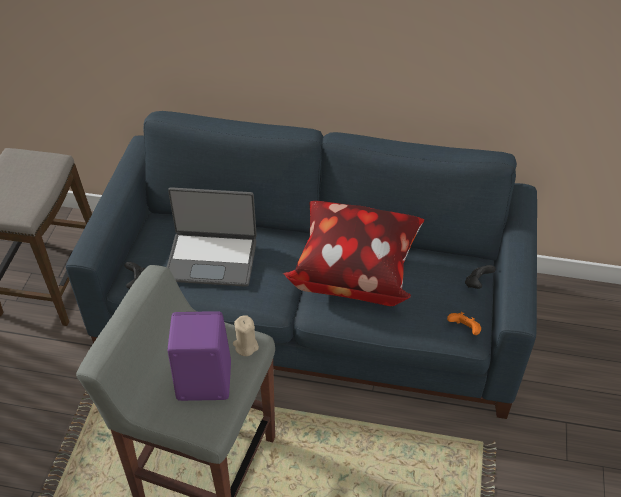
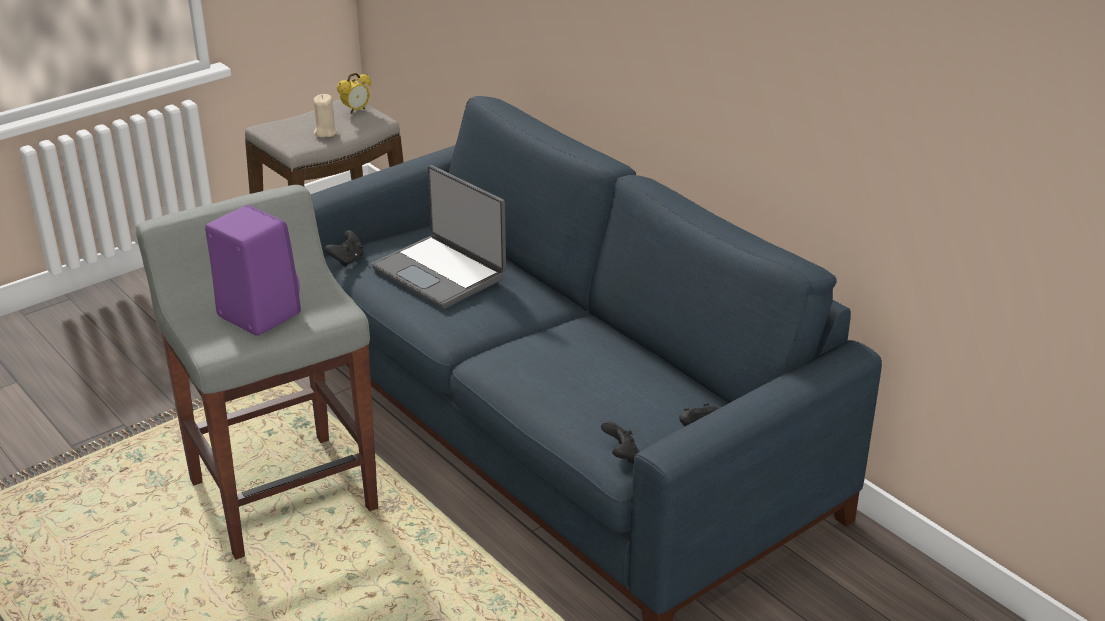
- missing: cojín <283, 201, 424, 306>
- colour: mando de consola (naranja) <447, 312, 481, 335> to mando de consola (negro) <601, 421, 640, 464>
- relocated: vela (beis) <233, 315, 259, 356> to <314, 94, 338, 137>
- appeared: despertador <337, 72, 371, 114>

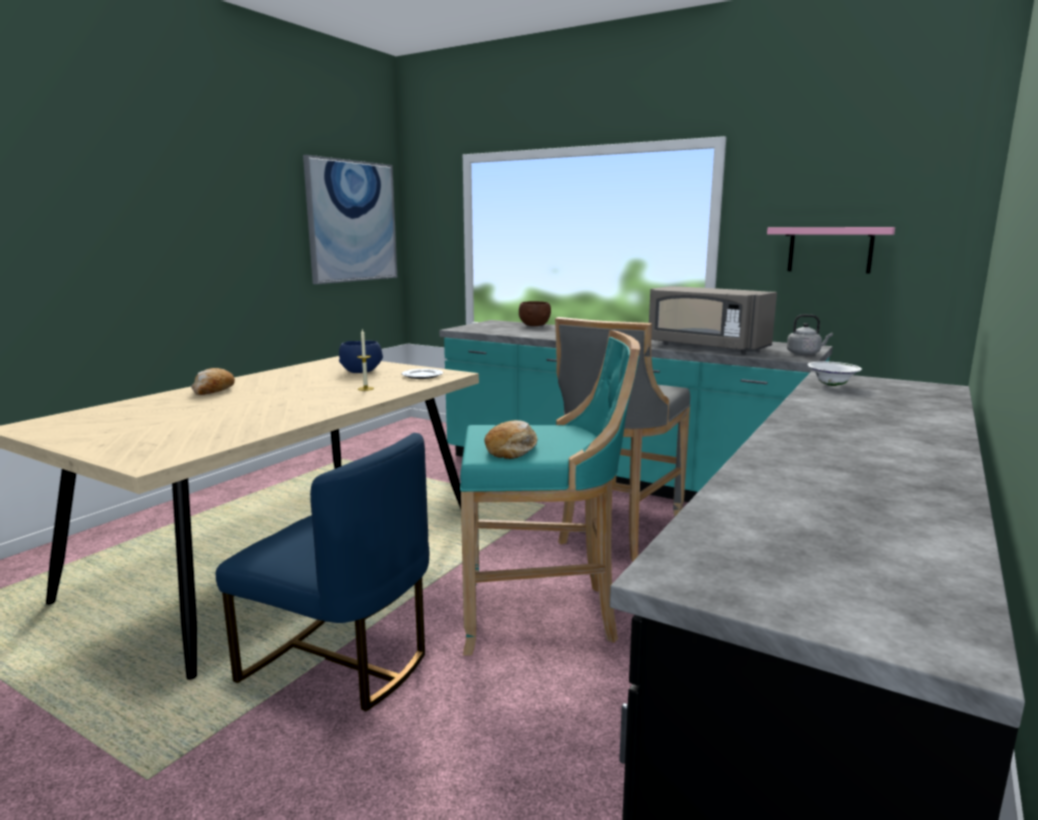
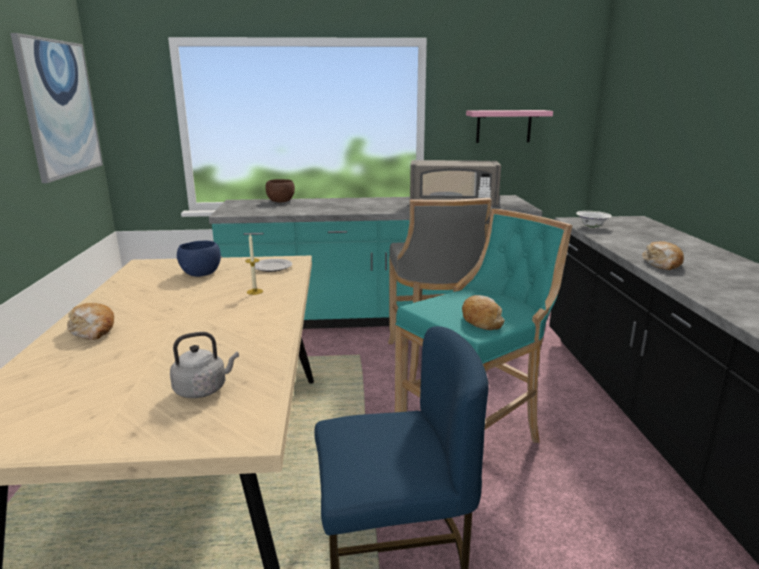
- relocated: hervidor (gris) <787, 314, 833, 355> to <170, 332, 239, 398>
- appeared: pan <642, 241, 684, 270>

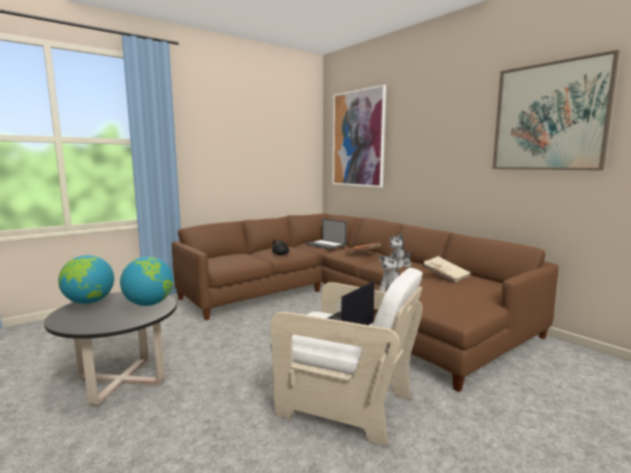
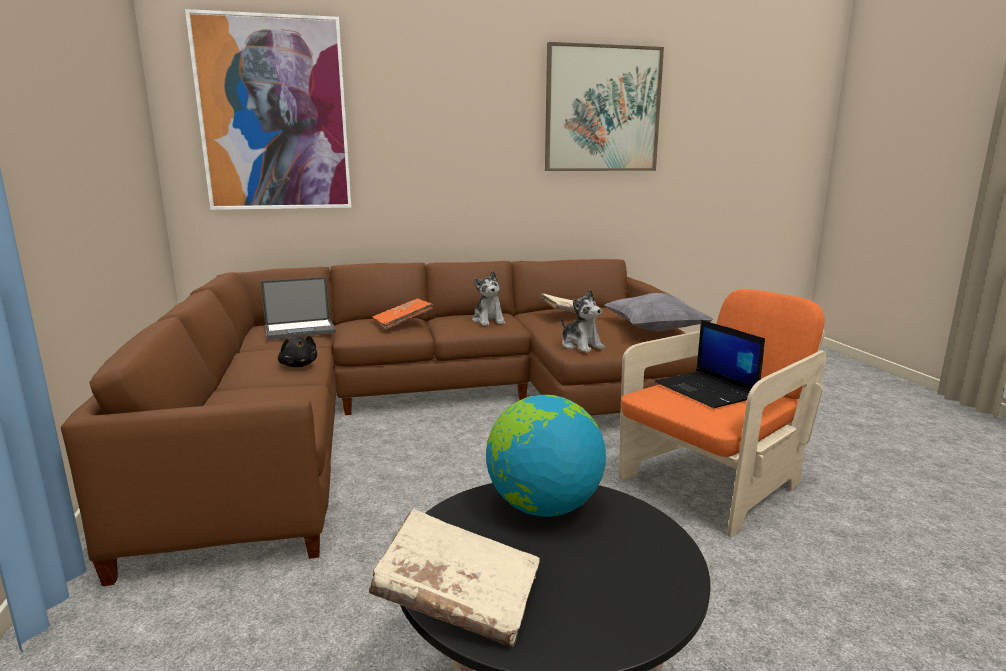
- exchanged: globo terráqueo <58, 255, 114, 304> to libro (beis) <369, 509, 540, 646>
- colour: sillón (blanco) <270, 268, 423, 446> to sillón (naranja) <619, 289, 827, 537>
- appeared: cojín (gris) <605, 293, 714, 331>

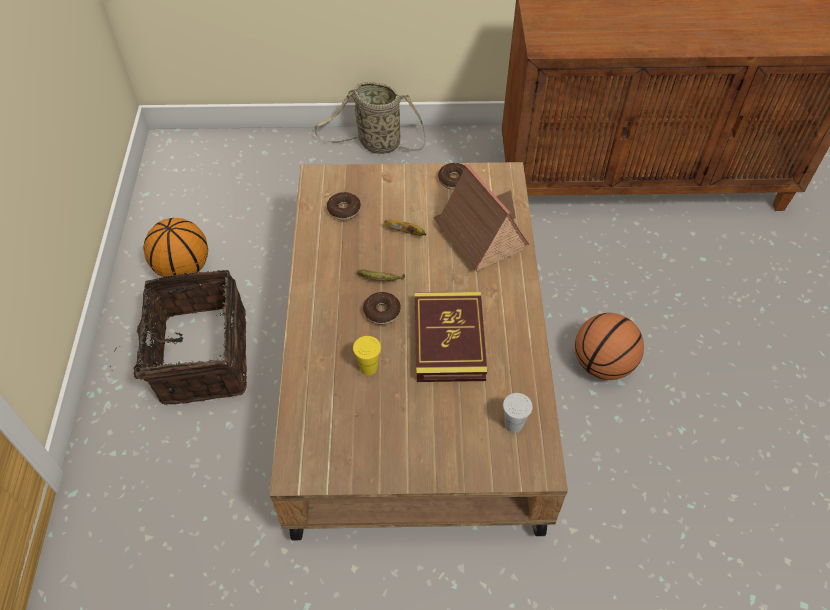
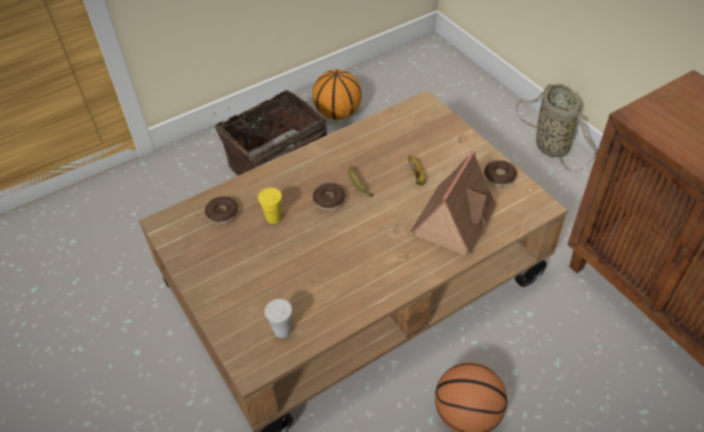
- relocated: rosquilla <327, 192, 361, 220> to <205, 196, 239, 224>
- missing: libro <415, 292, 487, 382>

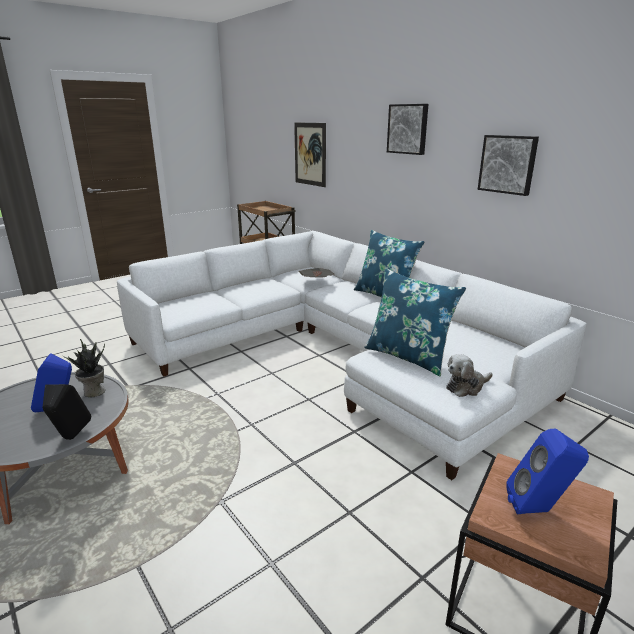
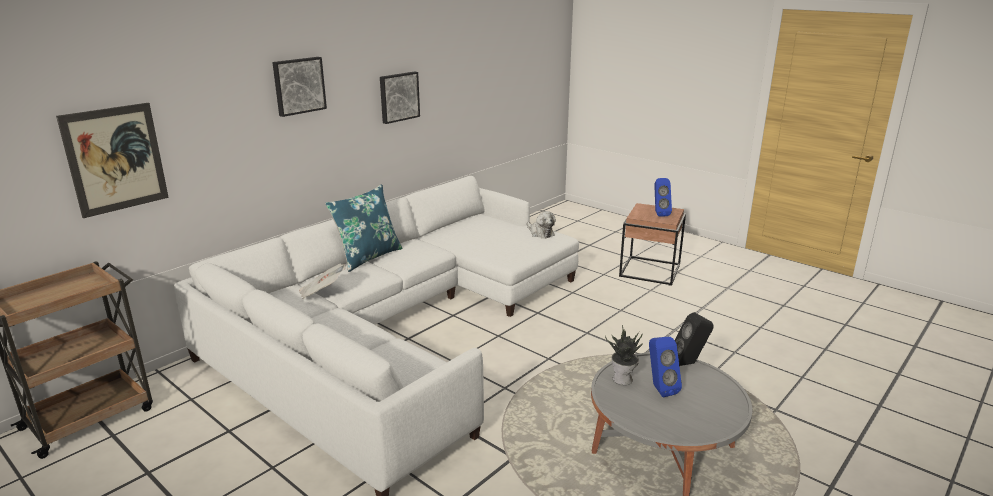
- missing: cojín (azul) <364, 269, 466, 376>

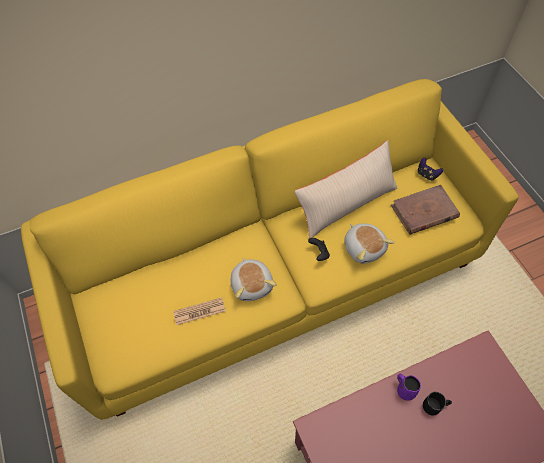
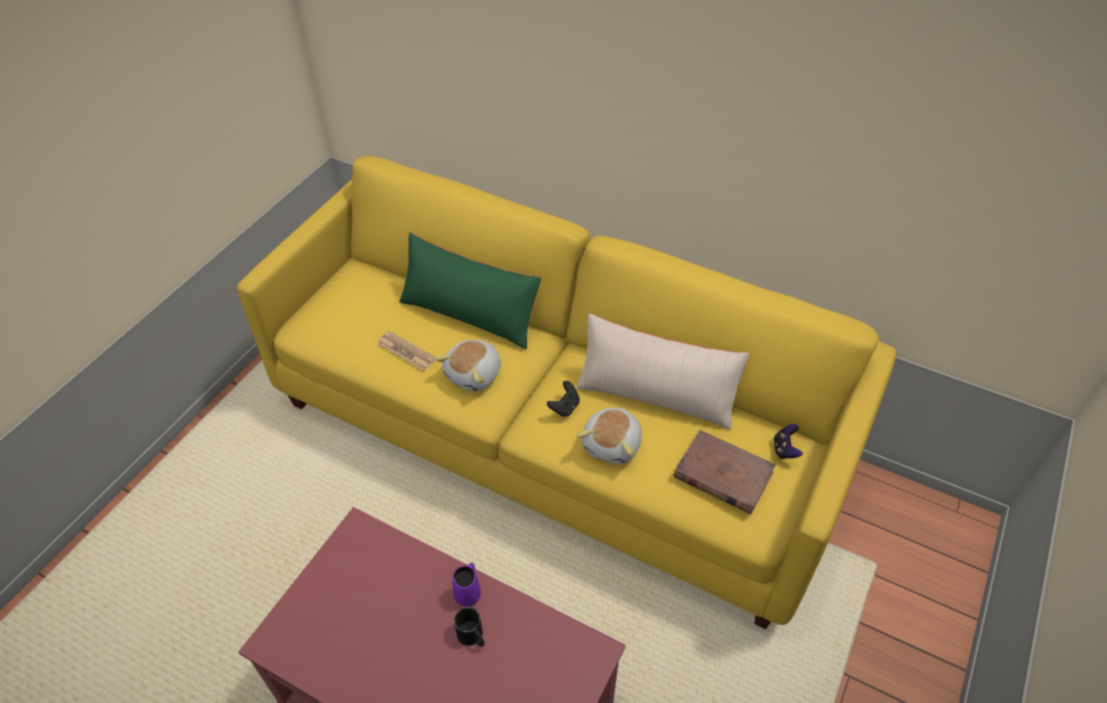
- appeared: cojín (verde) <399, 233, 541, 349>

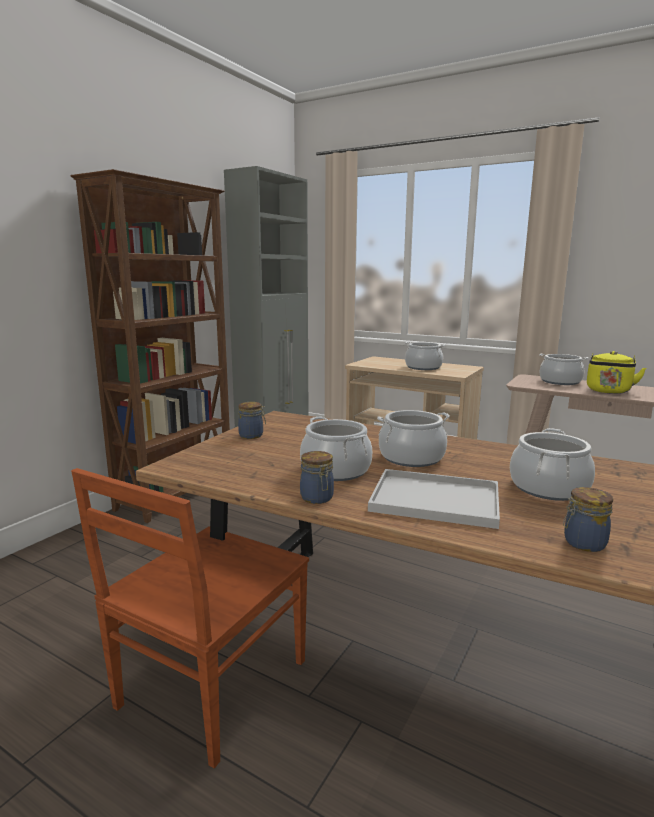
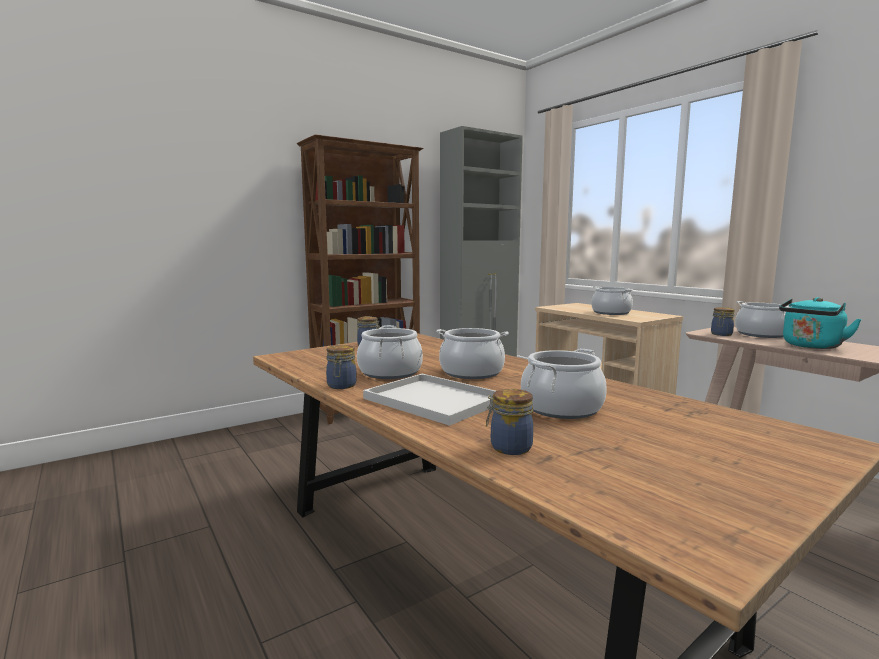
- colour: hervidor (amarillo) <587, 351, 646, 394> to hervidor (turquesa) <779, 297, 862, 349>
- missing: silla (marrón) <71, 468, 309, 768>
- appeared: tarro <711, 307, 735, 336>

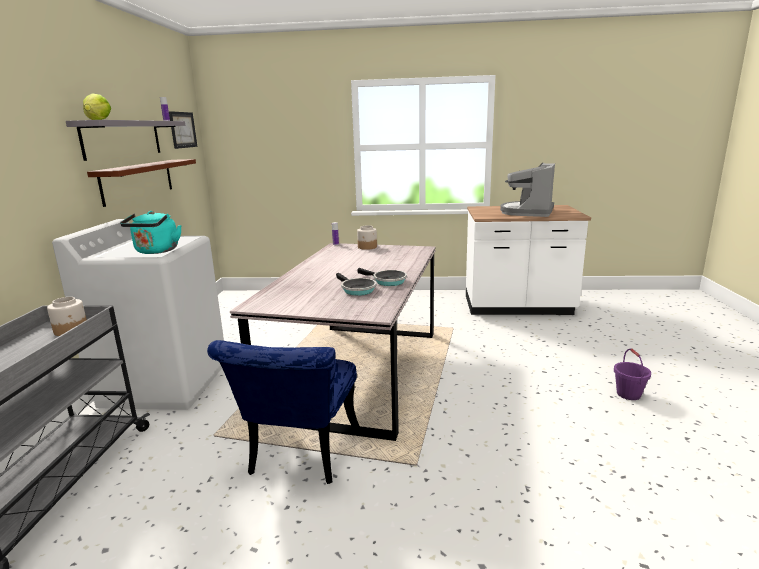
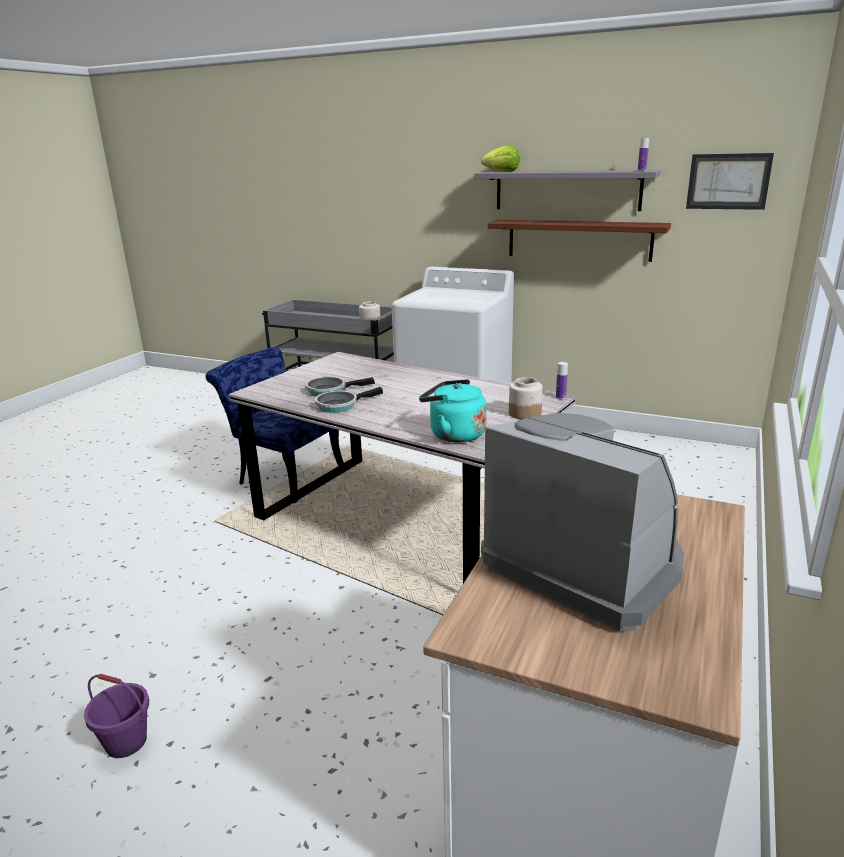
- relocated: hervidor (turquesa) <120, 211, 182, 254> to <419, 379, 487, 442>

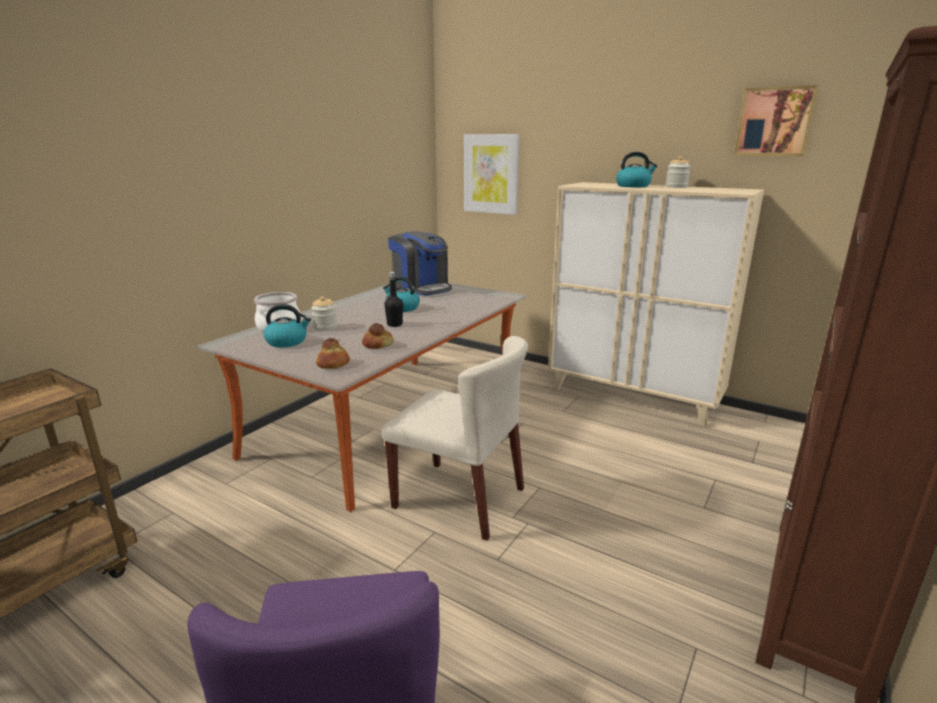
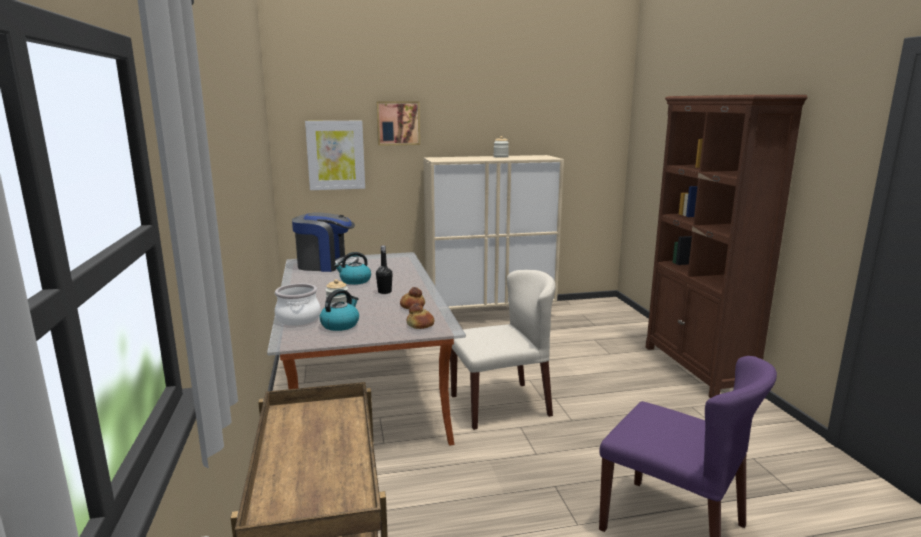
- relocated: cuadro <734, 85, 818, 156> to <376, 102, 420, 146>
- missing: hervidor <616, 152, 657, 187>

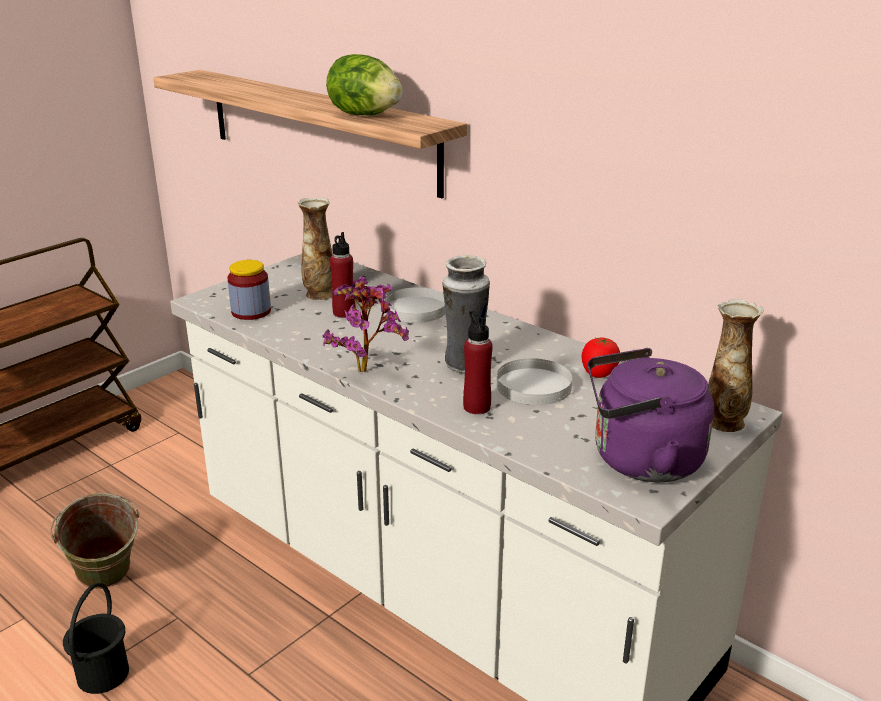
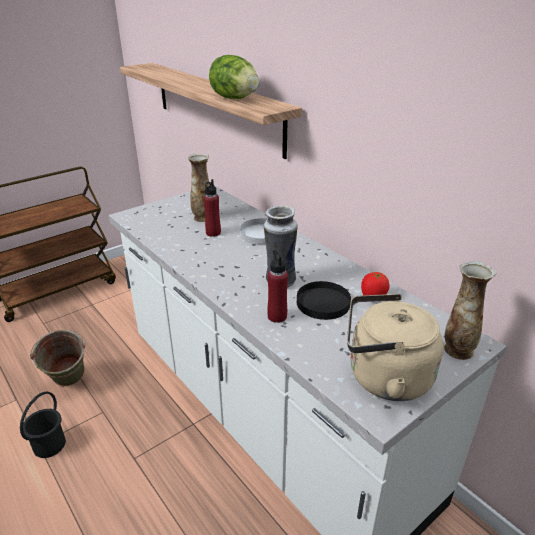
- missing: tarro <227, 260, 271, 320>
- missing: planta en maceta <323, 276, 409, 372>
- colour: hervidor (morado) <588, 348, 714, 482> to hervidor (beis) <347, 294, 444, 401>
- colour: plato (blanco) <497, 358, 572, 405> to plato (negro) <297, 281, 351, 320>

